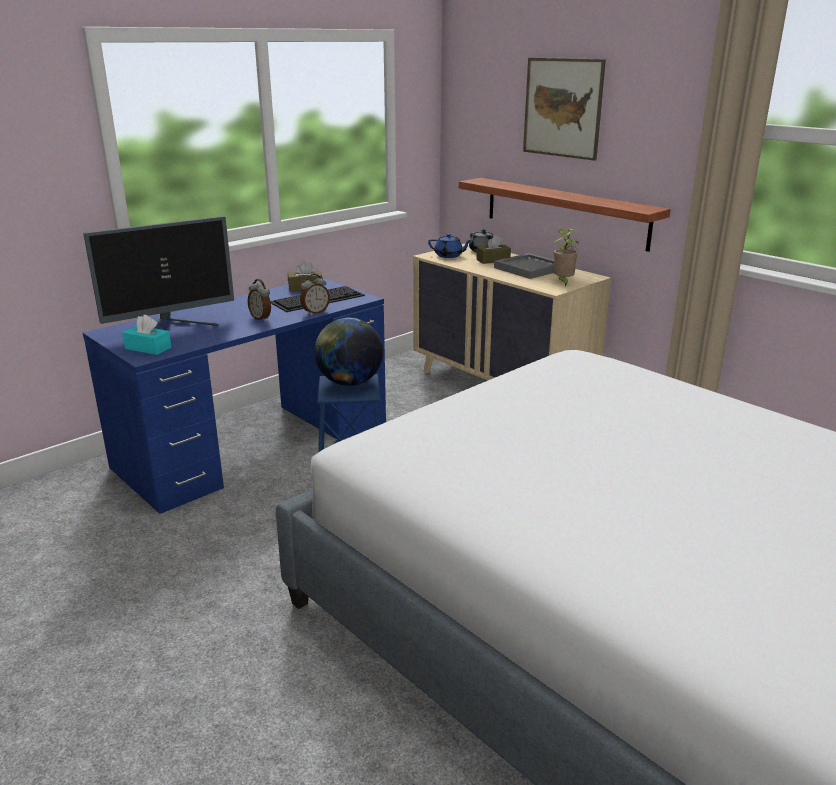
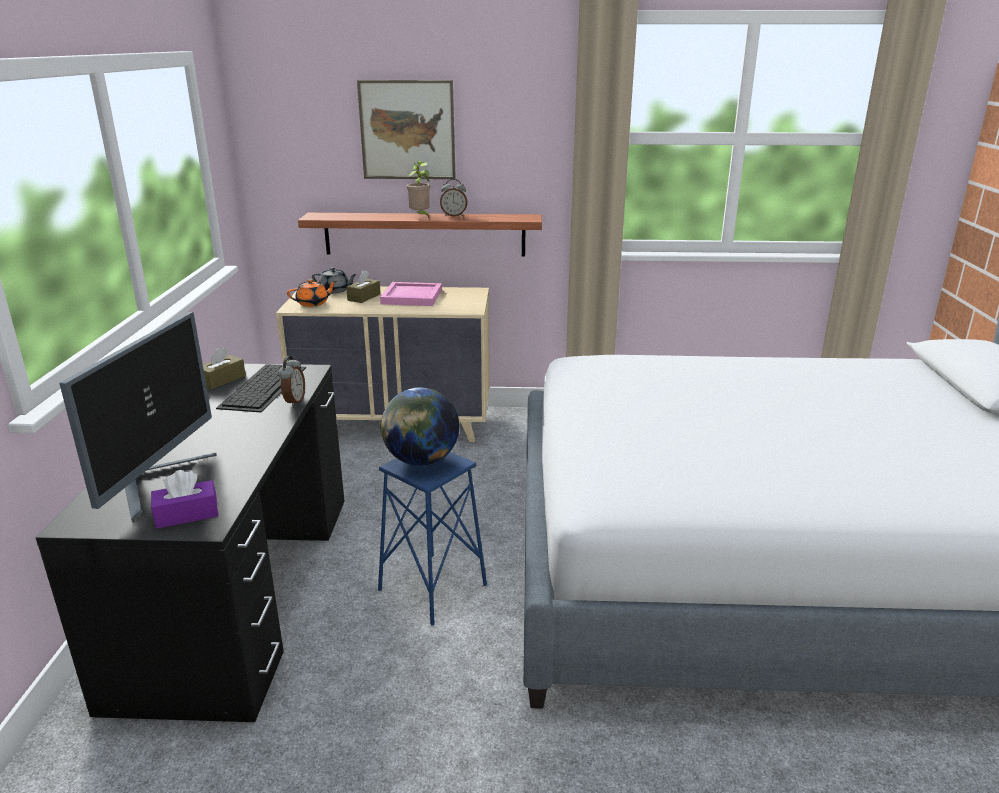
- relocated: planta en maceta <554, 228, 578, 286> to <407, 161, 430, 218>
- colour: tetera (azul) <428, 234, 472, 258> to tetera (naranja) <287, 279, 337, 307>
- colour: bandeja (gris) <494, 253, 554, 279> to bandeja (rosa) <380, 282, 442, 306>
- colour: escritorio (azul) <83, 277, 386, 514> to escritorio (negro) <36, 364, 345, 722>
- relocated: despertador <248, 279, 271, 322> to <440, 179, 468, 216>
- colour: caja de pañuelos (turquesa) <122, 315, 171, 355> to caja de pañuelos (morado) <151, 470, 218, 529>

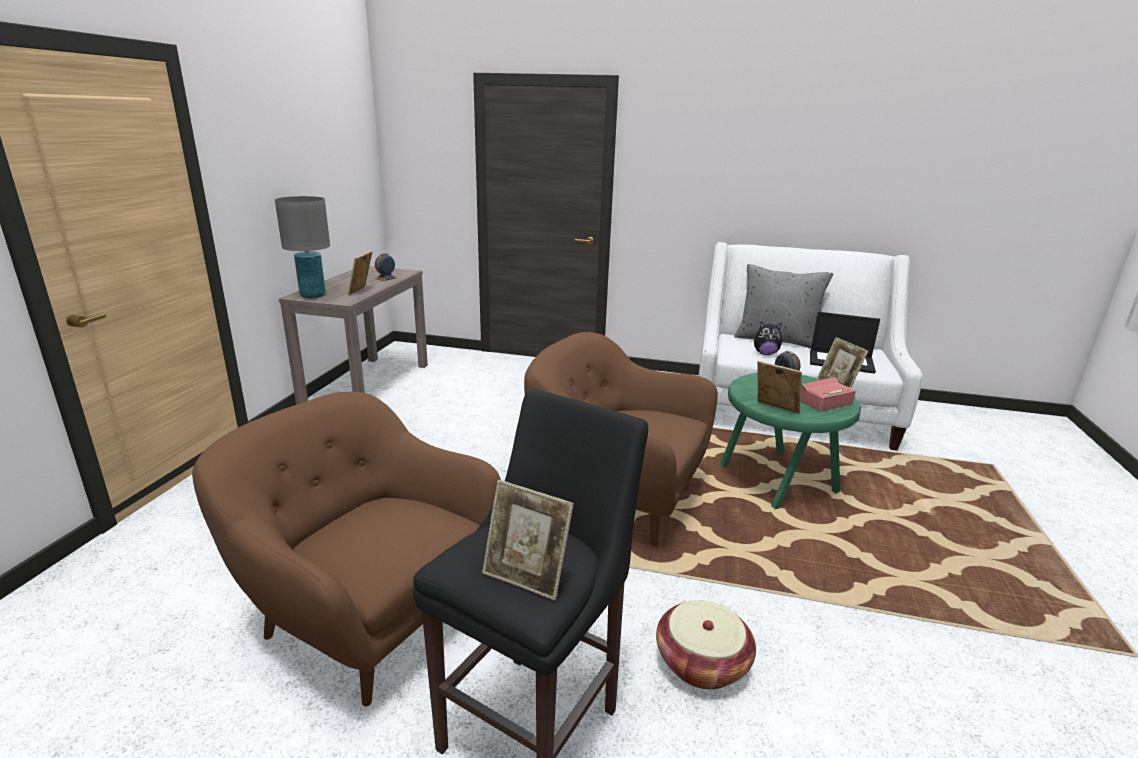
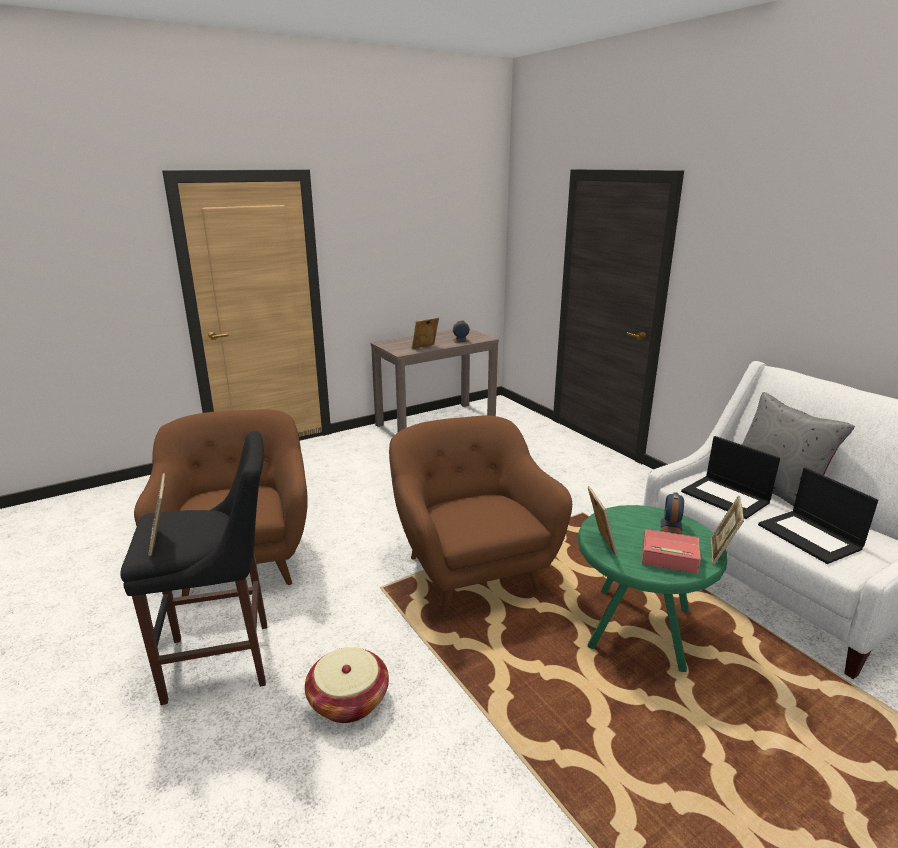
- missing: lámpara de mesa (gris) <275, 196, 330, 299>
- exchanged: peluche <754, 322, 782, 355> to portátil <681, 436, 780, 519>

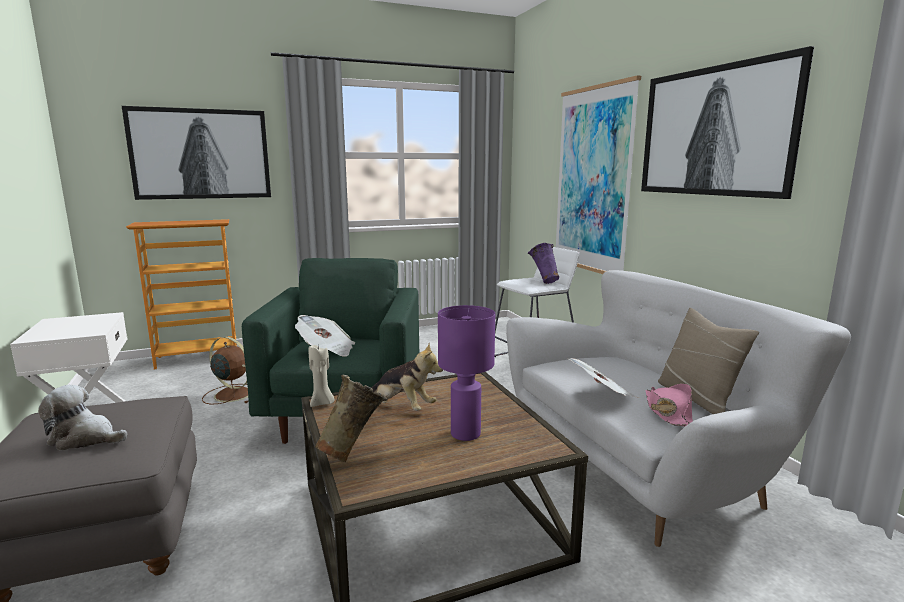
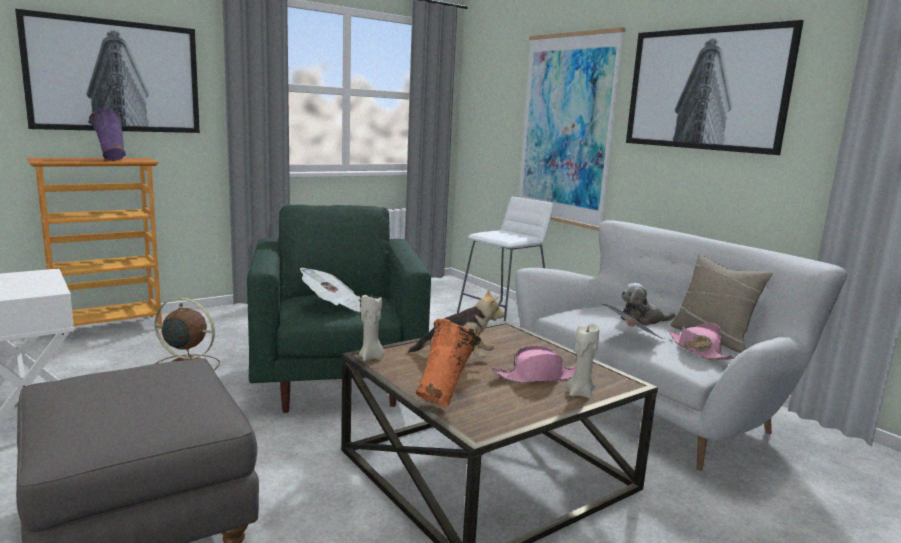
- relocated: florero (morado) <528, 243, 559, 284> to <88, 109, 126, 160>
- exchanged: lámpara de mesa (morado) <438, 305, 495, 441> to sombrero (rosa) <492, 345, 576, 383>
- colour: florero (beis) <315, 375, 388, 463> to florero (naranja) <416, 319, 481, 407>
- relocated: peluche <38, 385, 127, 451> to <621, 283, 676, 326>
- appeared: vela (beis) <567, 323, 599, 398>

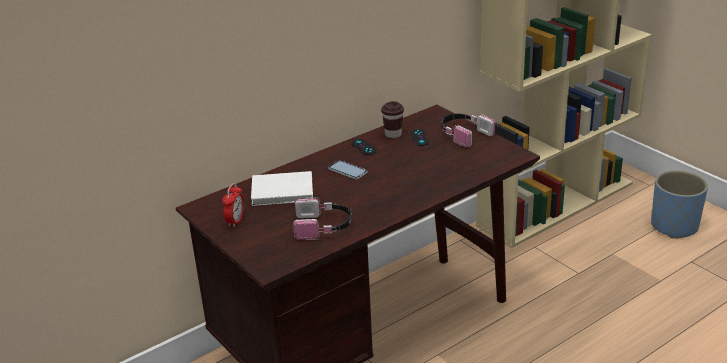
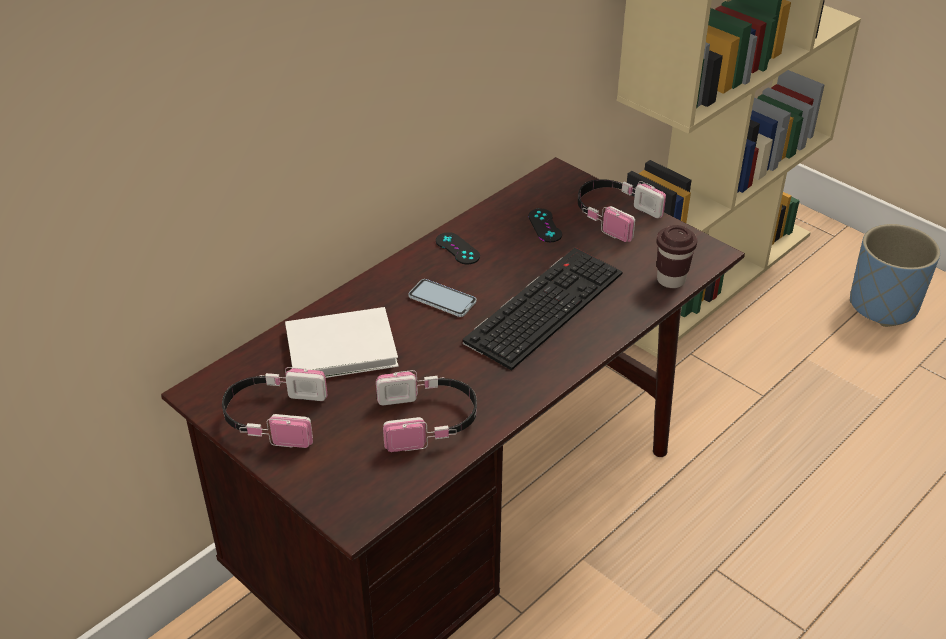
- relocated: taza (marrón) <381, 101, 404, 138> to <656, 225, 697, 288>
- exchanged: despertador <222, 183, 244, 227> to auriculares <222, 367, 327, 448>
- appeared: teclado <462, 248, 623, 371>

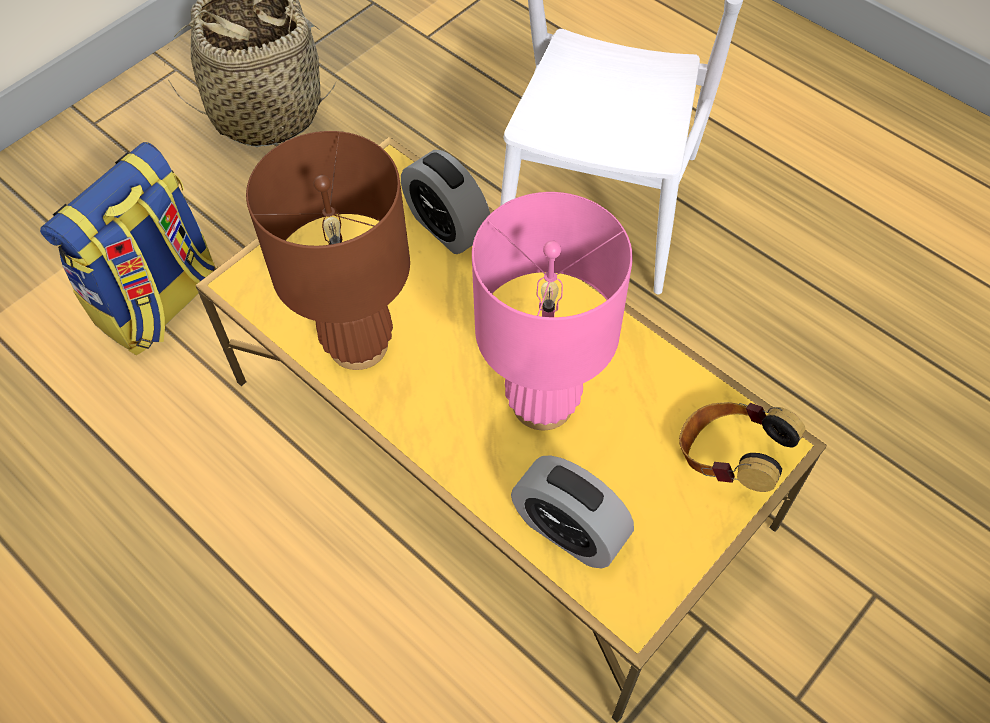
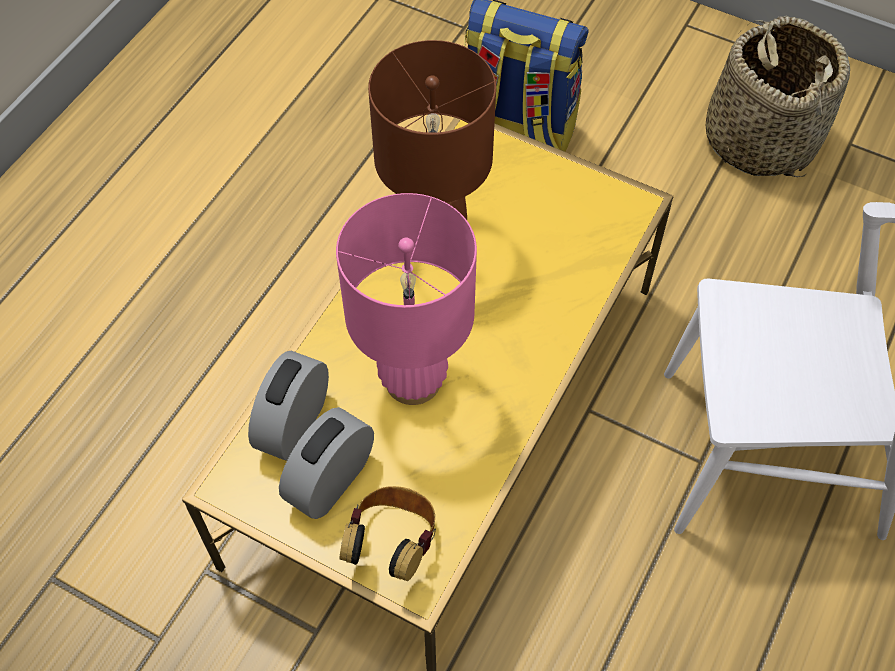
- relocated: despertador <401, 150, 490, 254> to <279, 407, 374, 519>

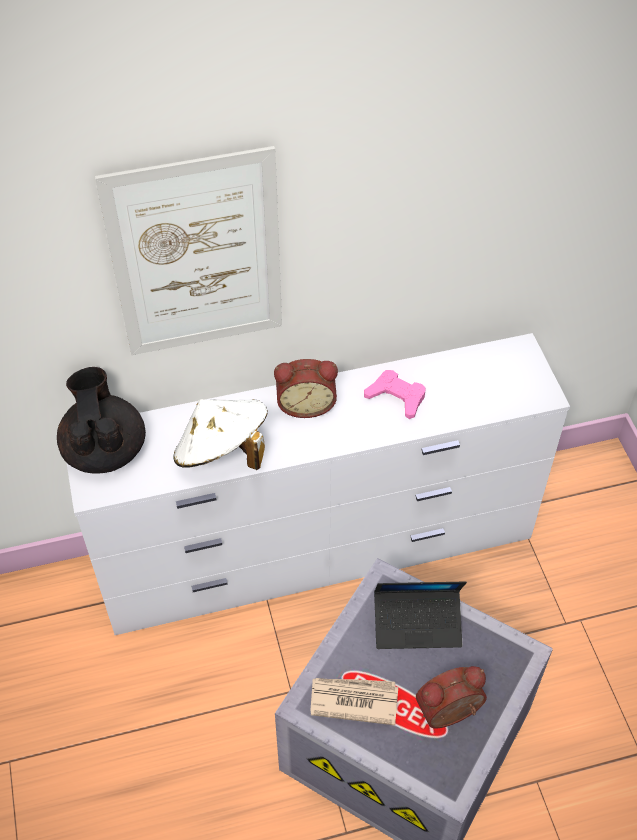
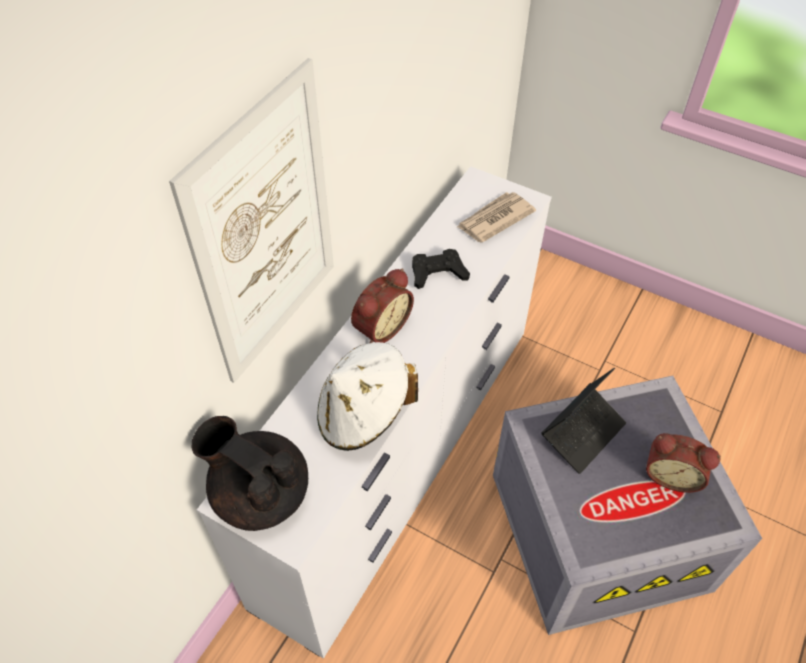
- colour: mando de consola (rosa) <364, 370, 426, 419> to mando de consola (negro) <412, 249, 470, 289>
- spun: despertador <416, 666, 487, 728> = <646, 433, 721, 493> 90 degrees counterclockwise
- relocated: periódico <310, 678, 398, 725> to <457, 192, 536, 242>

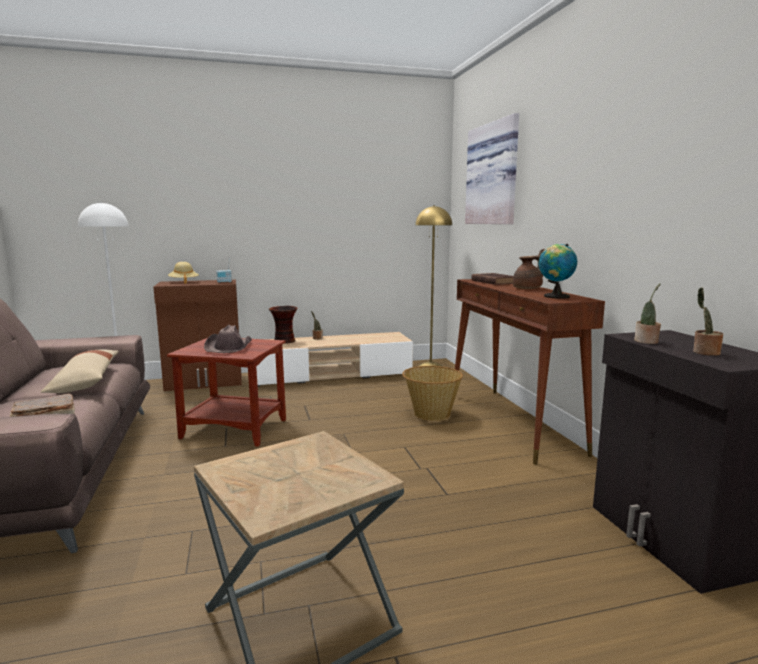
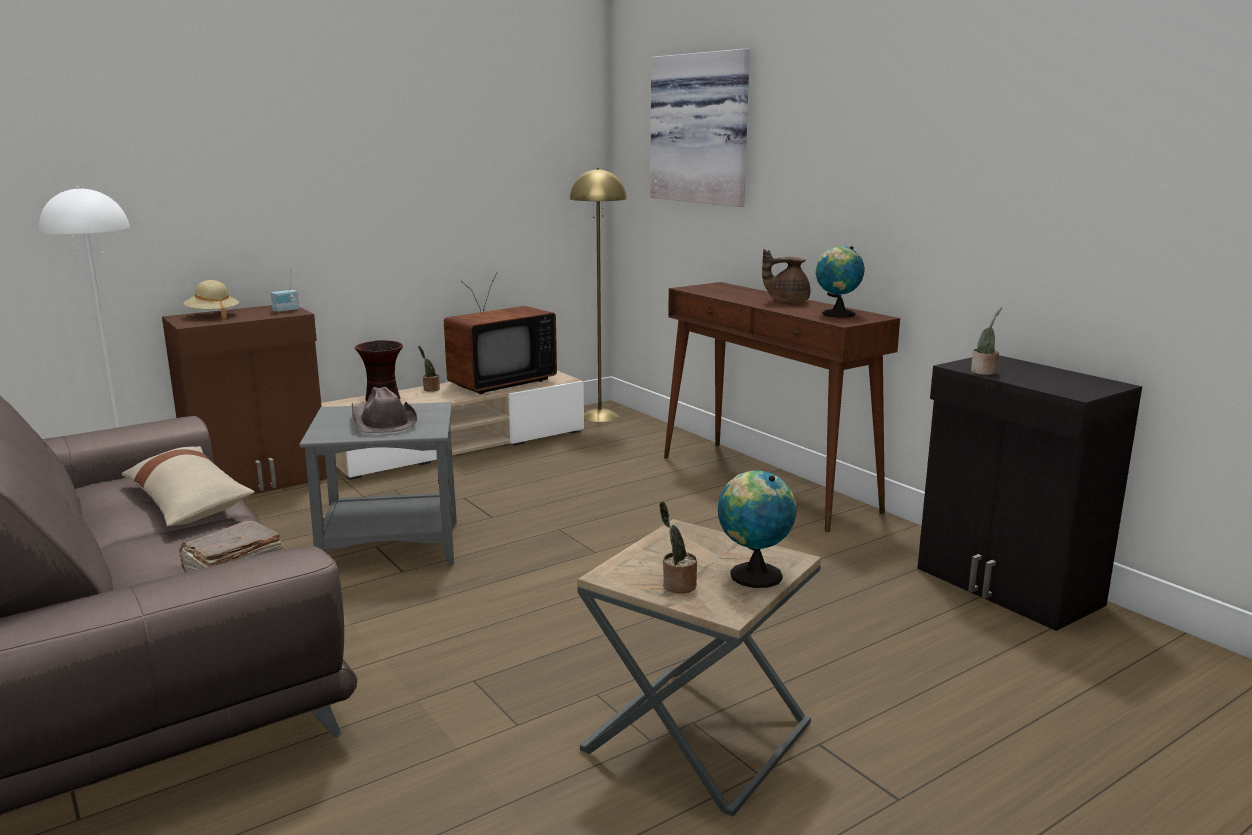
- spun: tetera (marrón) <513, 249, 545, 289> = <762, 249, 810, 303> 135 degrees counterclockwise
- missing: libro (marrón) <471, 273, 513, 285>
- relocated: planta en maceta <693, 287, 723, 356> to <659, 501, 697, 593>
- colour: mesa auxiliar (marrón) <167, 338, 286, 447> to mesa auxiliar (gris) <300, 402, 457, 565>
- missing: cesta <402, 366, 463, 421>
- appeared: televisor <444, 272, 557, 394>
- appeared: globo terráqueo <718, 471, 796, 588>

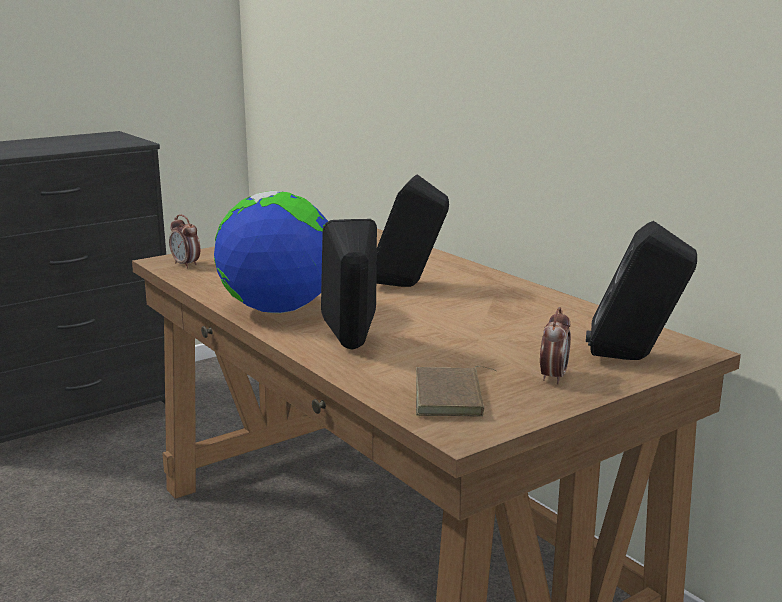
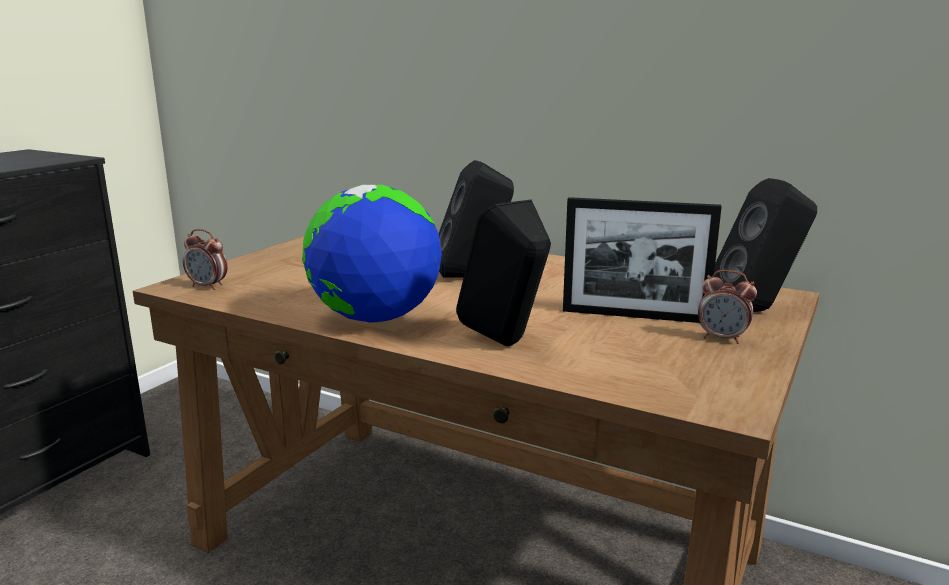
- spun: despertador <540, 307, 571, 384> = <698, 270, 757, 344> 120 degrees clockwise
- missing: libro (marrón) <416, 366, 496, 417>
- appeared: portarretratos <563, 197, 722, 323>

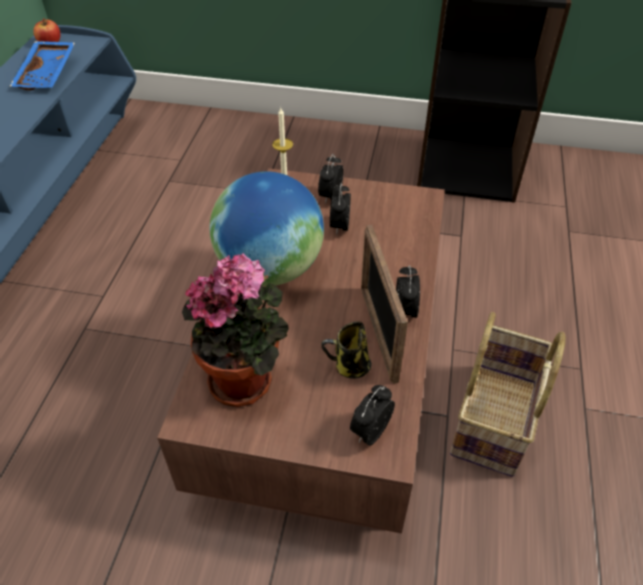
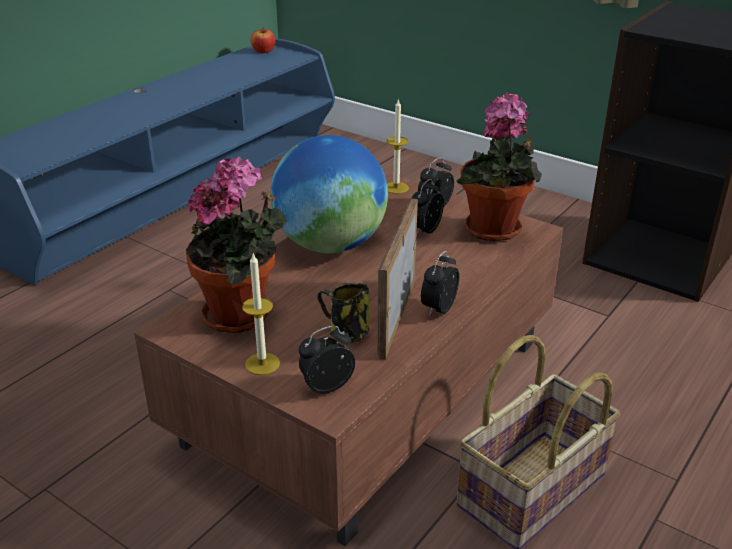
- missing: bandeja (azul) <10, 41, 75, 90>
- appeared: planta en maceta <456, 92, 542, 242>
- appeared: vela <242, 254, 280, 375>

